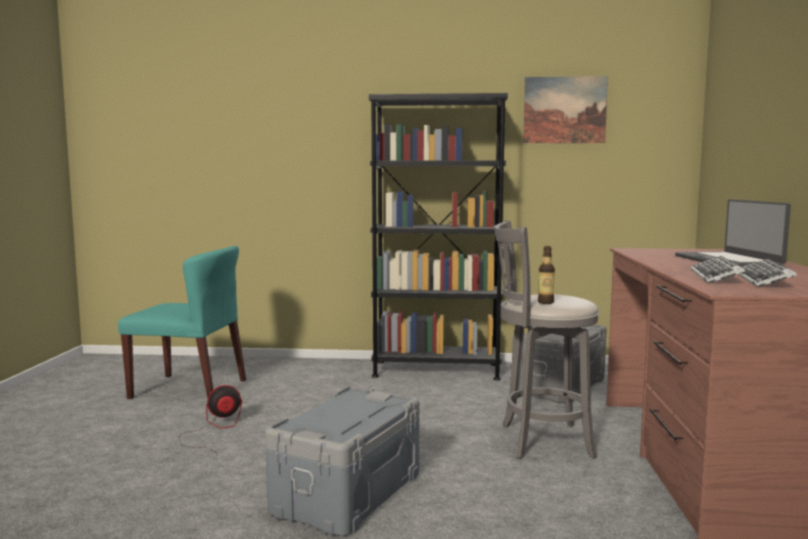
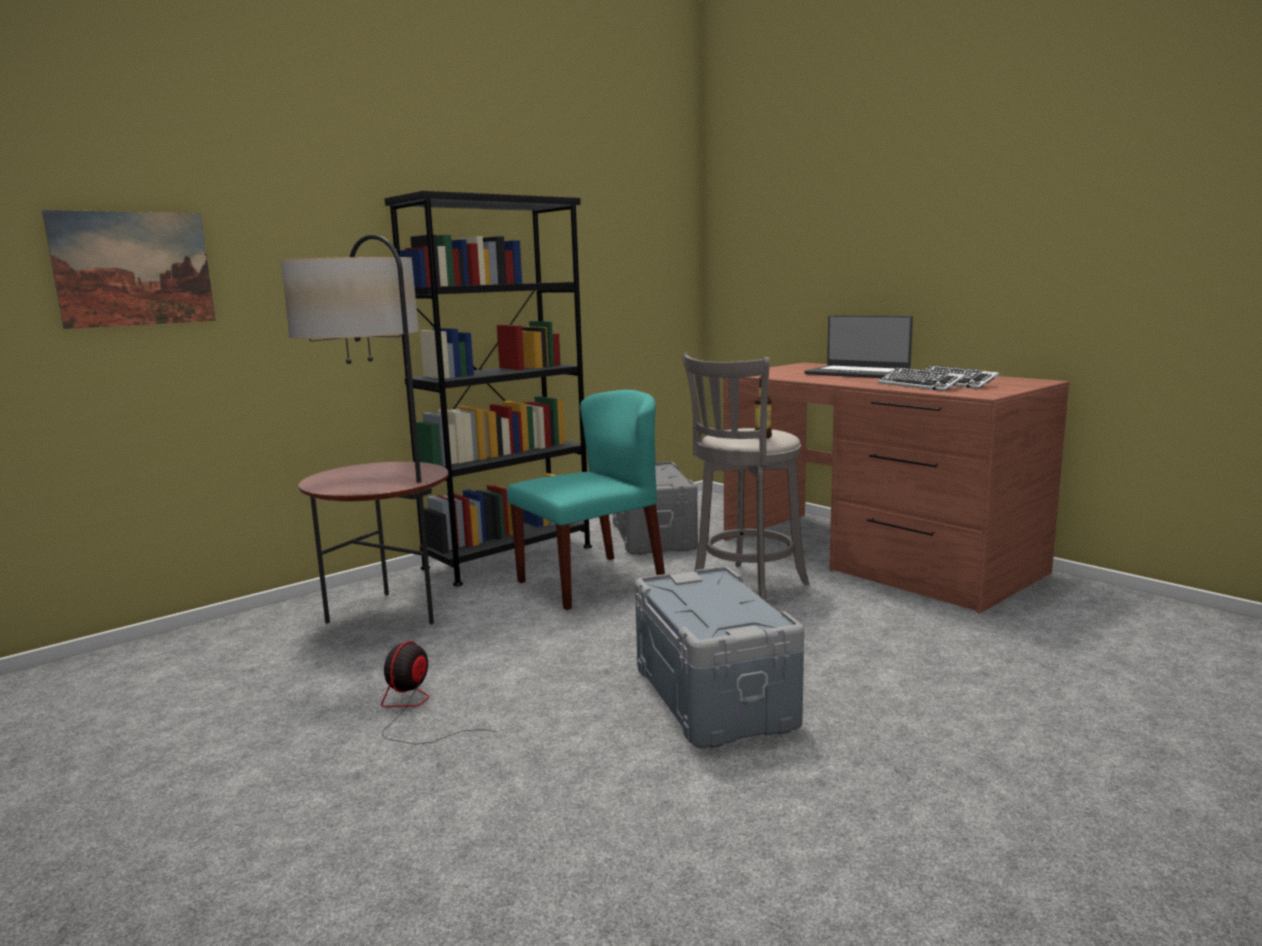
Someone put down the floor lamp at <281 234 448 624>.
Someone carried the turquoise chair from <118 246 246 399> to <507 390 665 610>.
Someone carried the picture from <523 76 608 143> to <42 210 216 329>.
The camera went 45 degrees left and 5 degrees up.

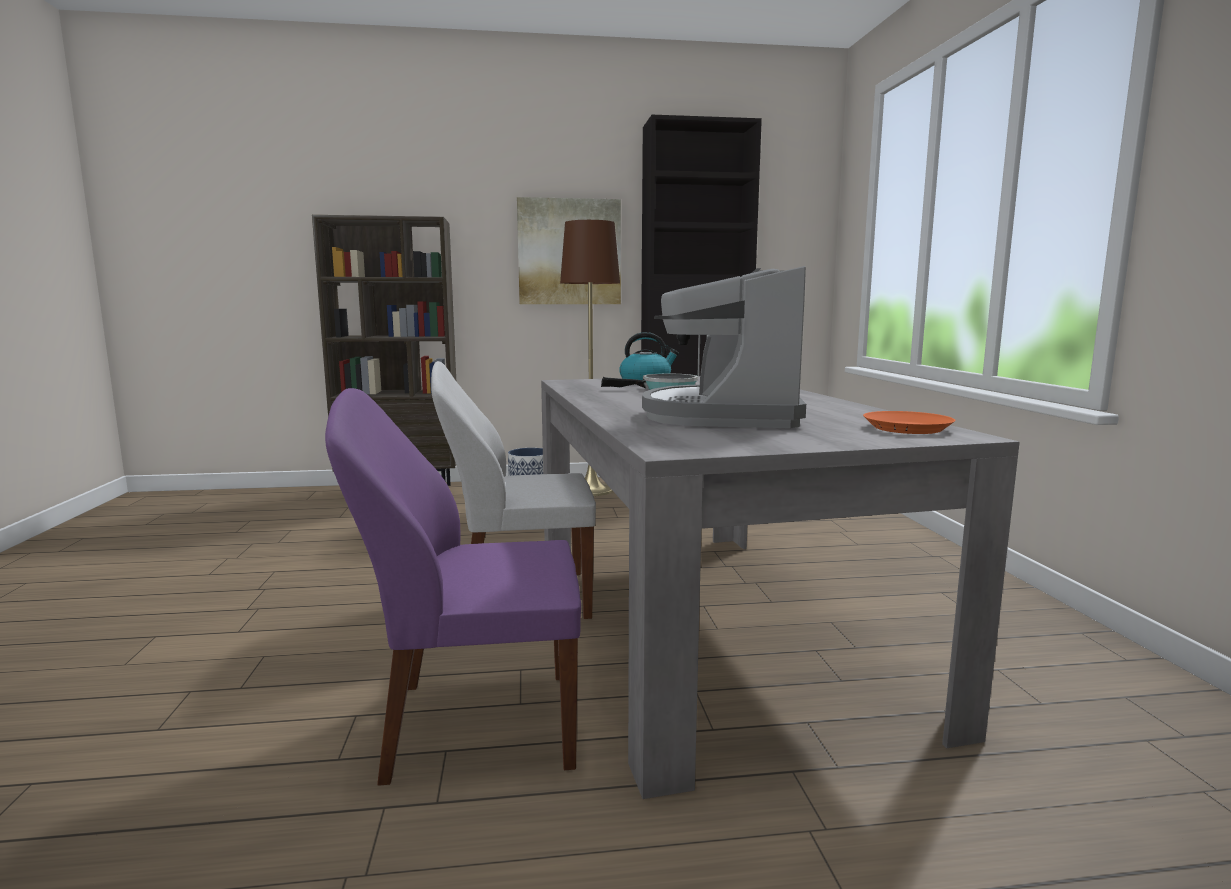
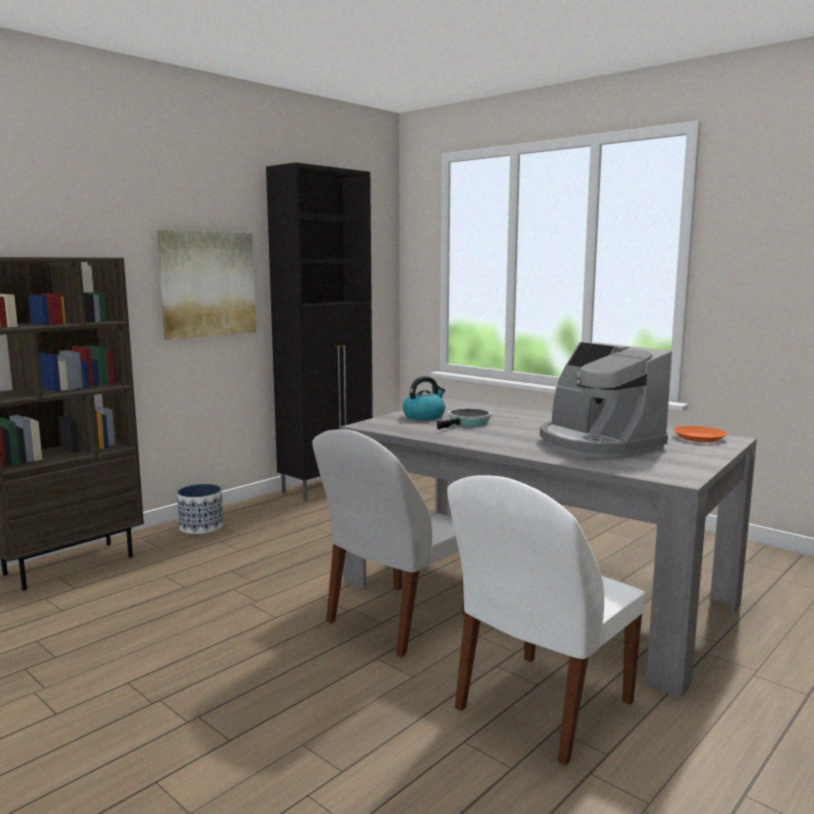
Someone took away the brown floor lamp at <560 220 620 496>.
Someone repainted the purple chair at <325 388 581 786>, which became the white chair at <447 475 645 766>.
The camera went 40 degrees left and 0 degrees up.

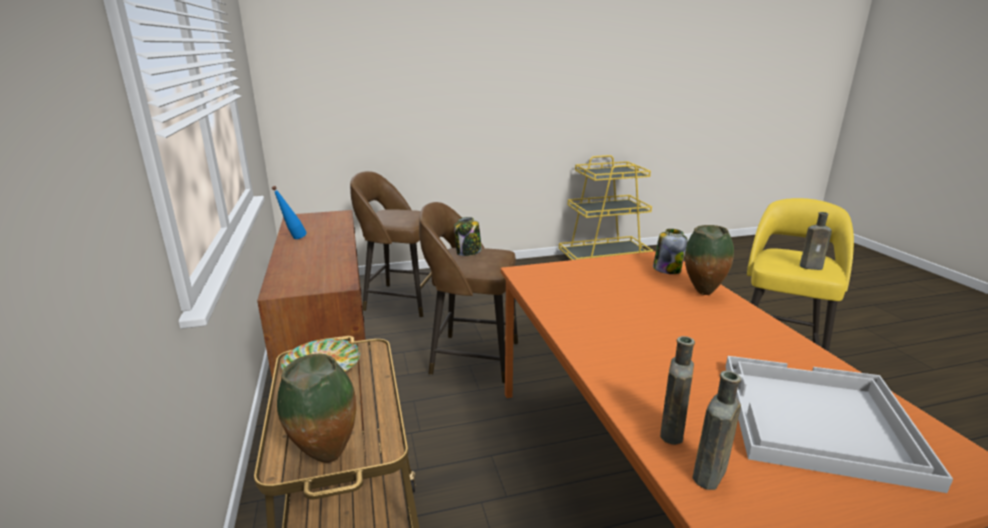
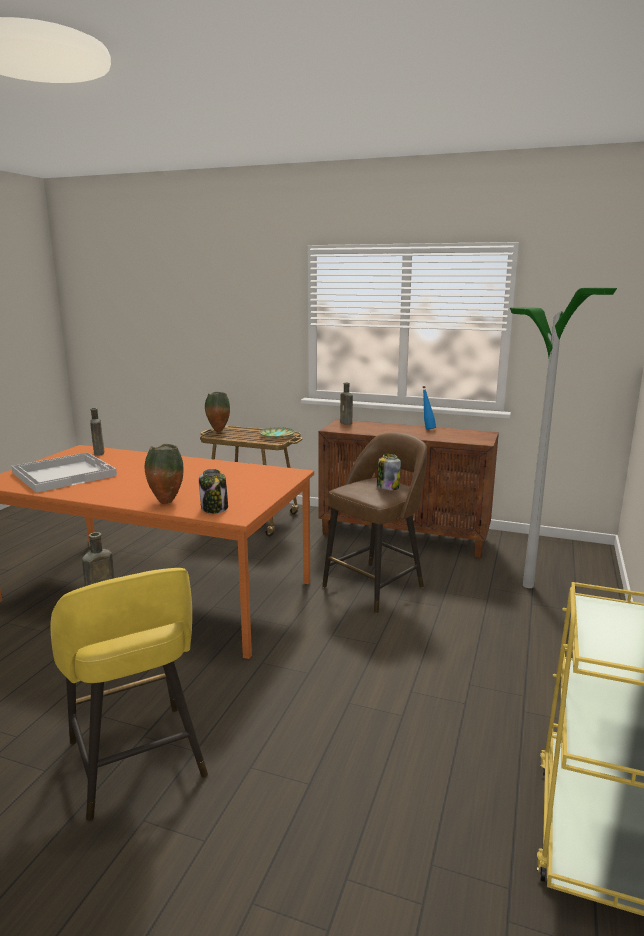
Someone carried the brown bottle from <660 336 695 445> to <340 383 353 425>.
Someone swapped the brown stool at <350 171 431 318> for the floor lamp at <510 287 617 588>.
The camera went 125 degrees right and 5 degrees down.

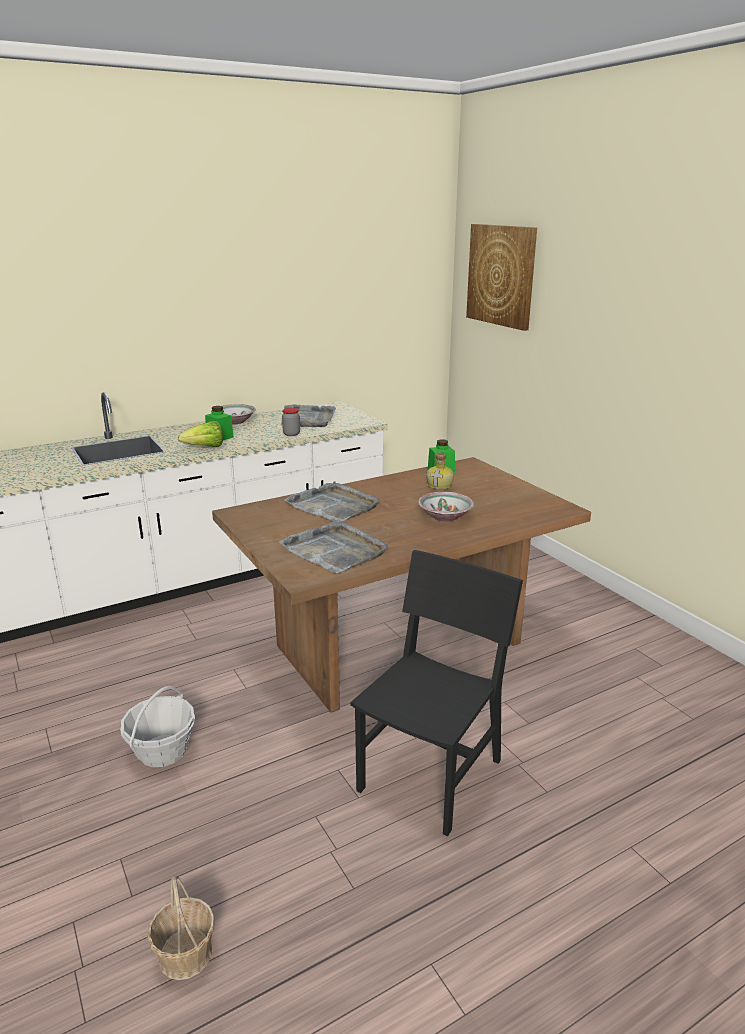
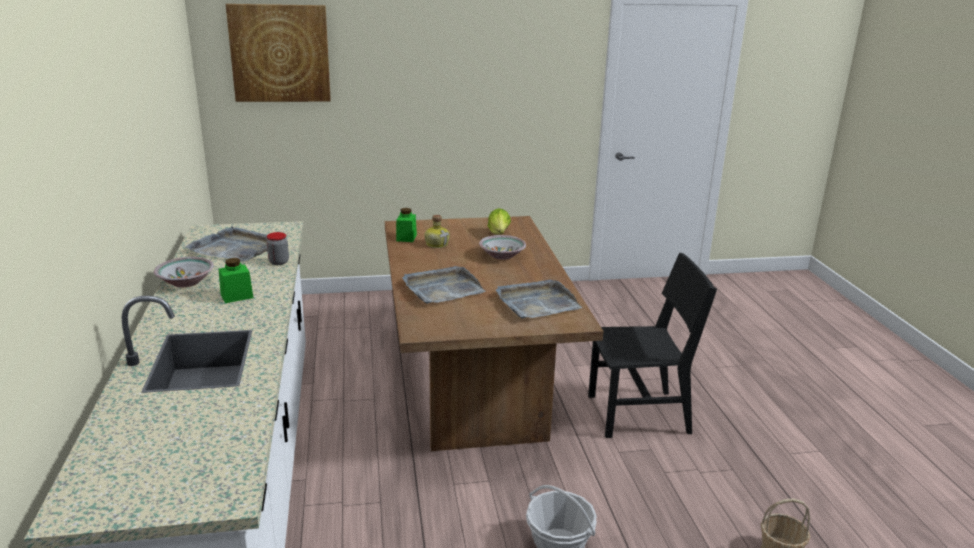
Someone carried the lettuce from <178 421 223 447> to <488 208 511 235>.
Someone rotated the black chair at <350 550 523 837> by 120 degrees clockwise.
The camera went 70 degrees left and 0 degrees up.

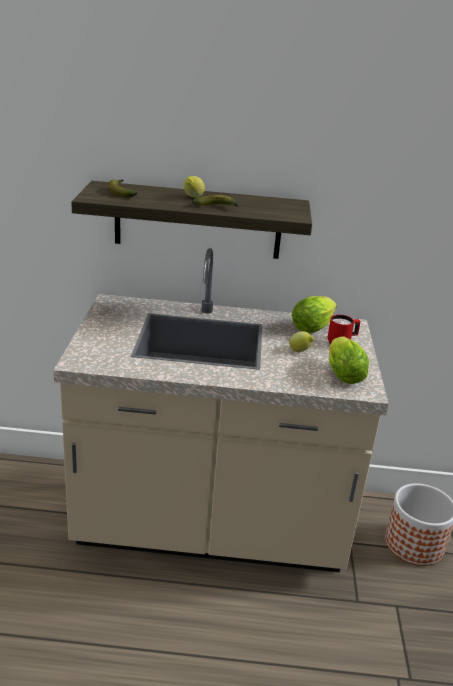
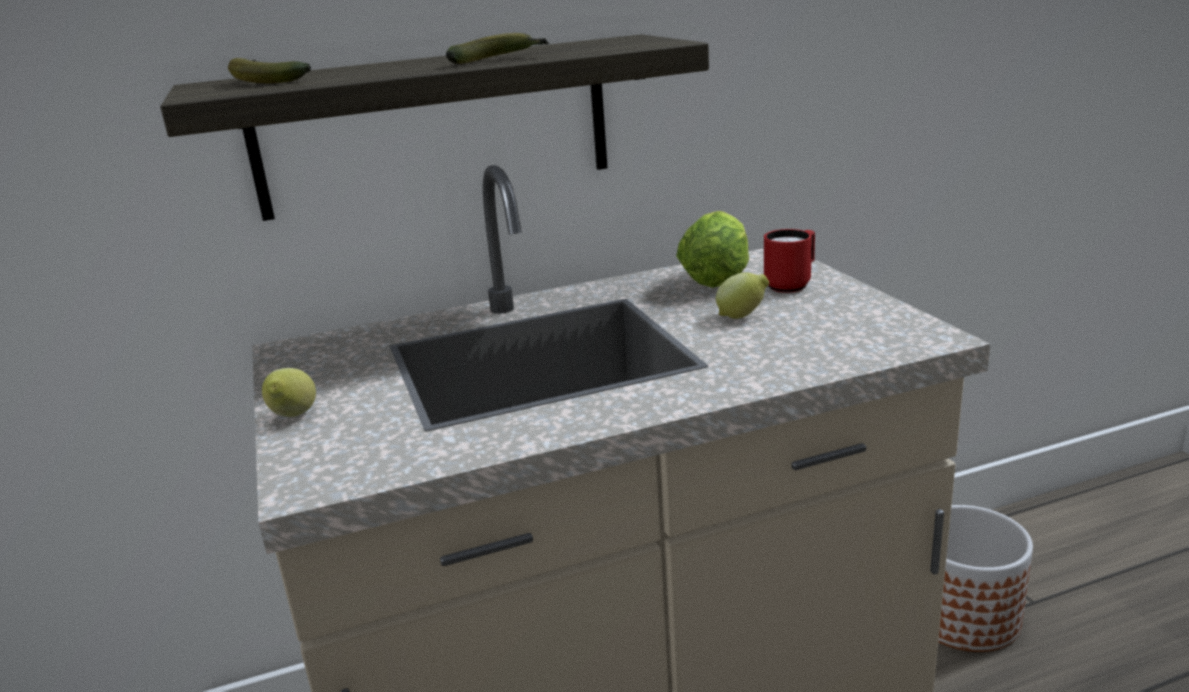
Someone took away the lettuce at <329 337 369 384>.
Someone carried the lemon from <184 176 205 198> to <262 368 316 417>.
The camera went 20 degrees left and 5 degrees down.

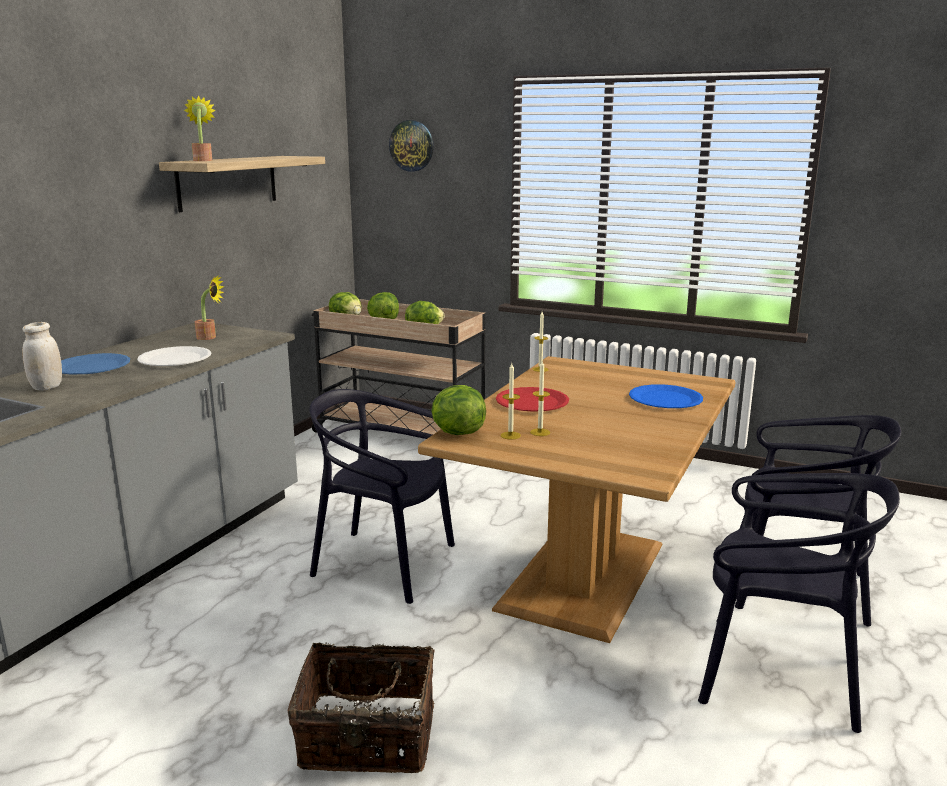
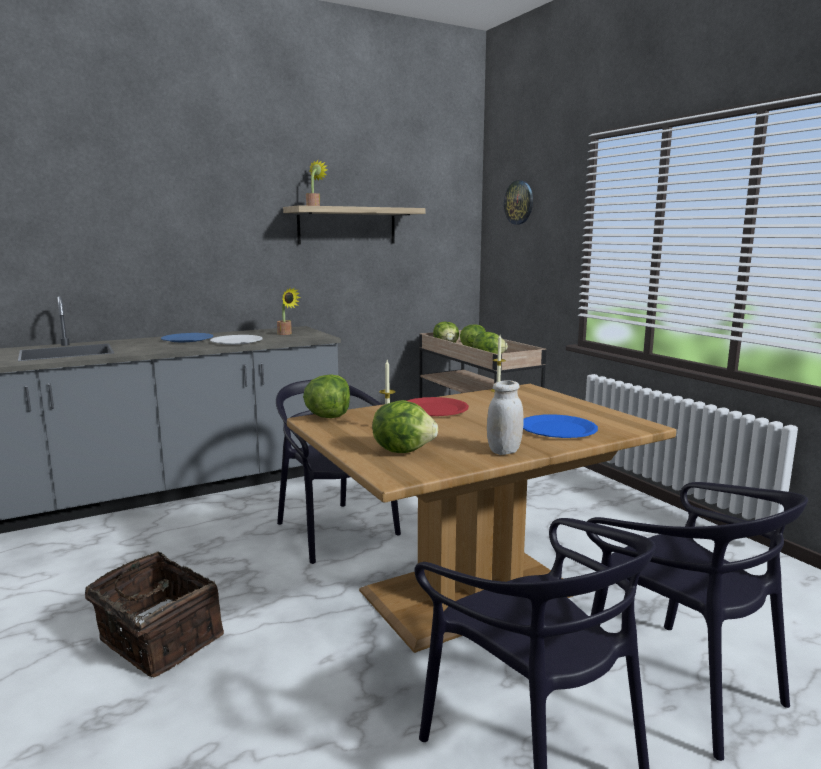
Someone took away the candle at <501 363 521 440>.
Someone put down the lettuce at <372 400 438 453>.
Someone carried the white jar from <22 322 62 391> to <487 380 524 455>.
The camera went 35 degrees right and 5 degrees down.

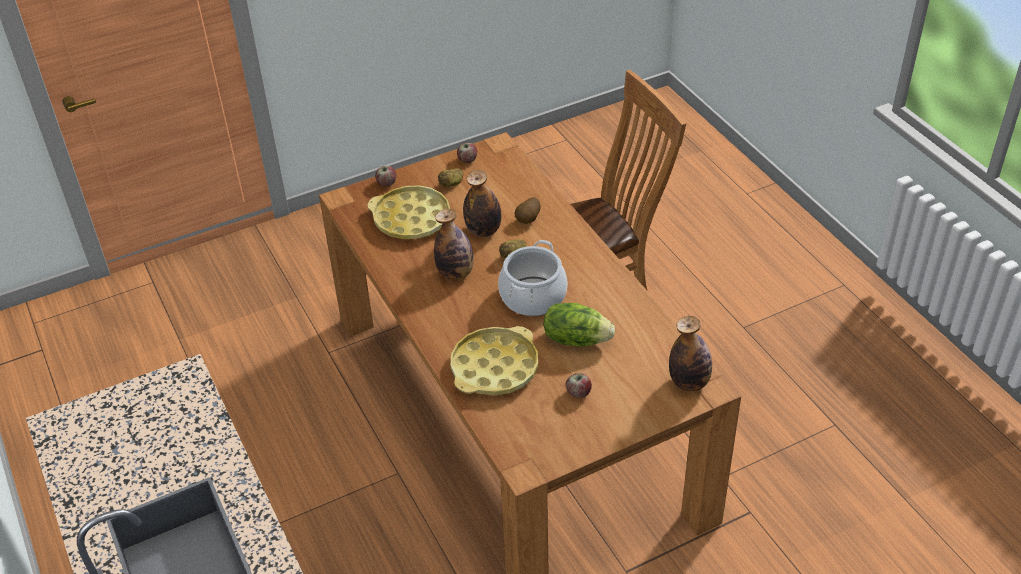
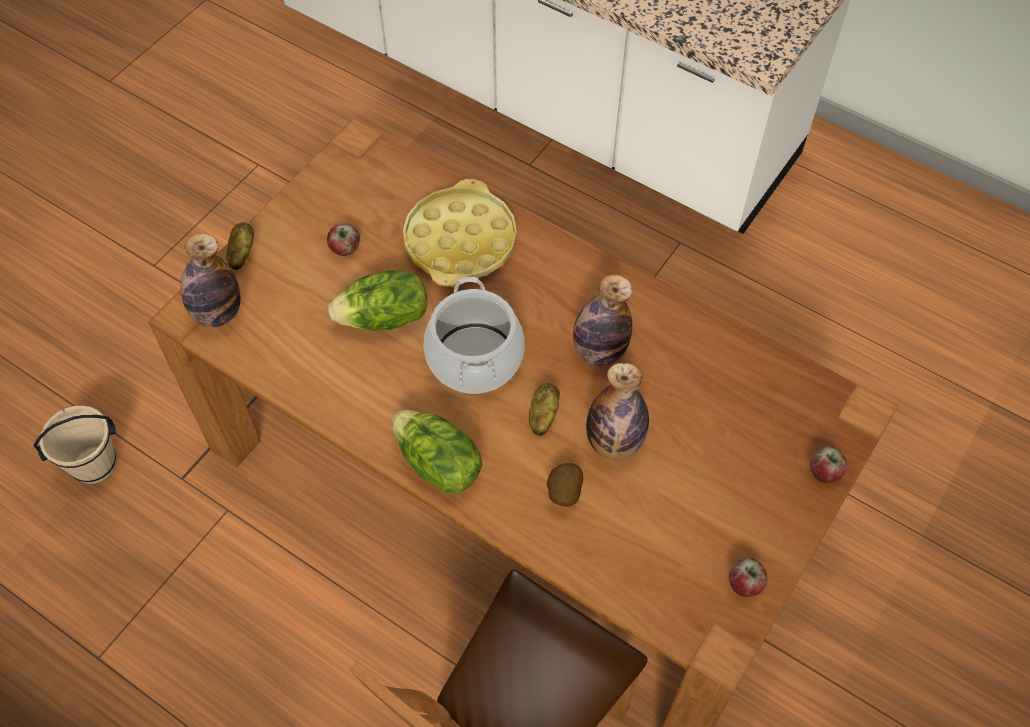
Someone took away the yellow tray at <367 185 450 239>.
Someone put down the beige bucket at <33 406 116 484>.
Someone put down the lettuce at <392 410 482 494>.
Someone carried the potato from <438 169 463 187> to <226 222 254 270>.
The camera went 150 degrees right and 15 degrees up.

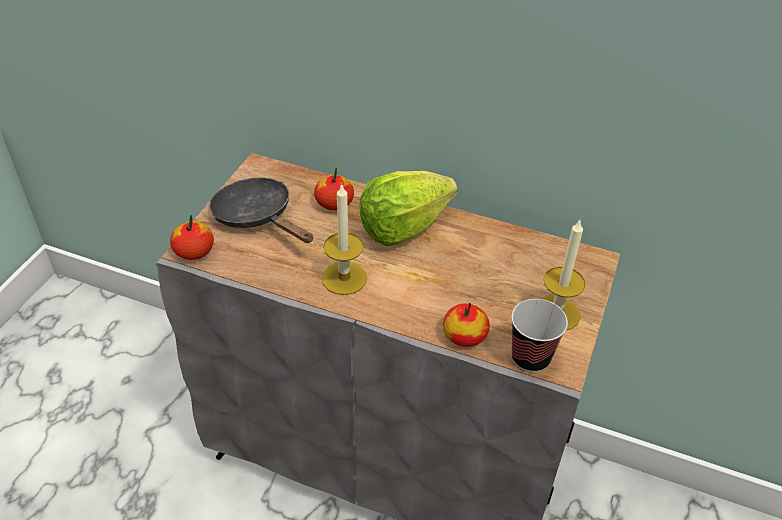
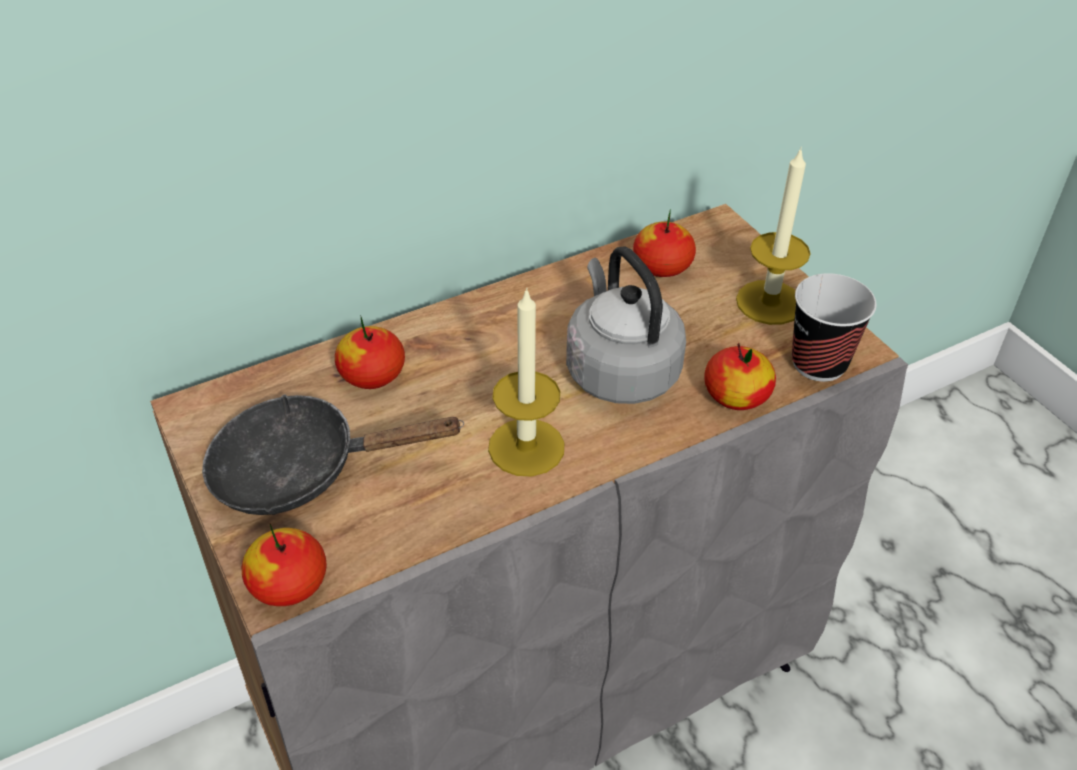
Someone took away the lettuce at <360 171 457 246>.
Someone put down the grey kettle at <566 246 686 404>.
Someone put down the apple at <633 209 696 277>.
The camera went 50 degrees left and 0 degrees up.

